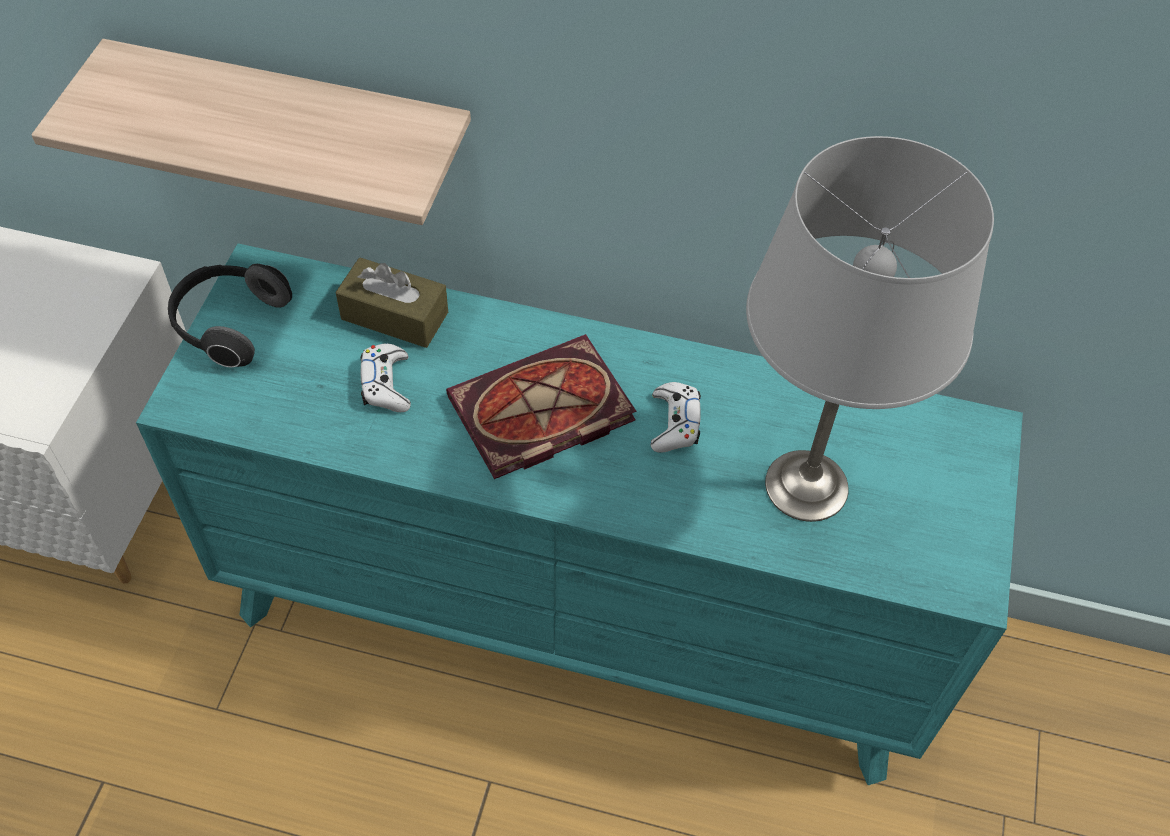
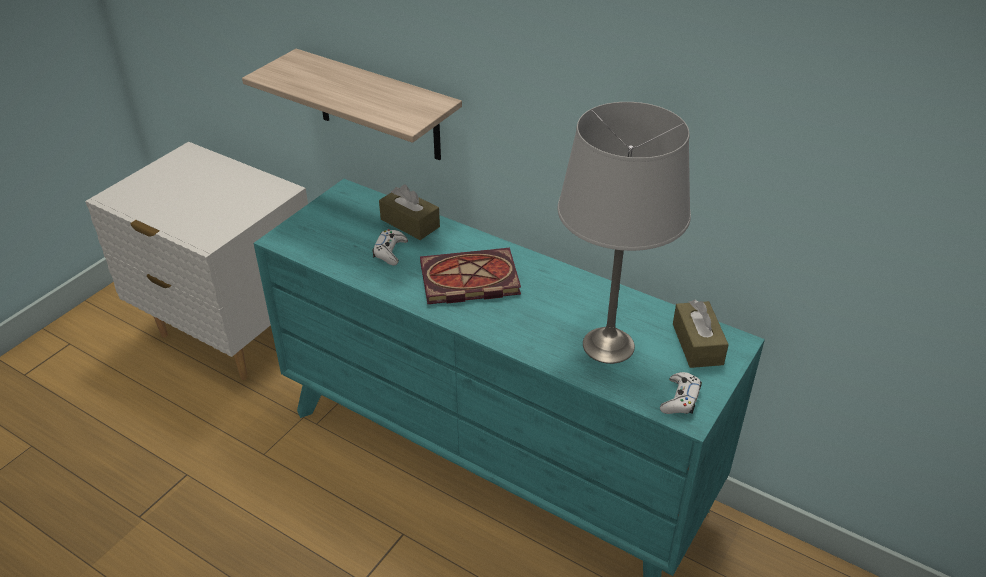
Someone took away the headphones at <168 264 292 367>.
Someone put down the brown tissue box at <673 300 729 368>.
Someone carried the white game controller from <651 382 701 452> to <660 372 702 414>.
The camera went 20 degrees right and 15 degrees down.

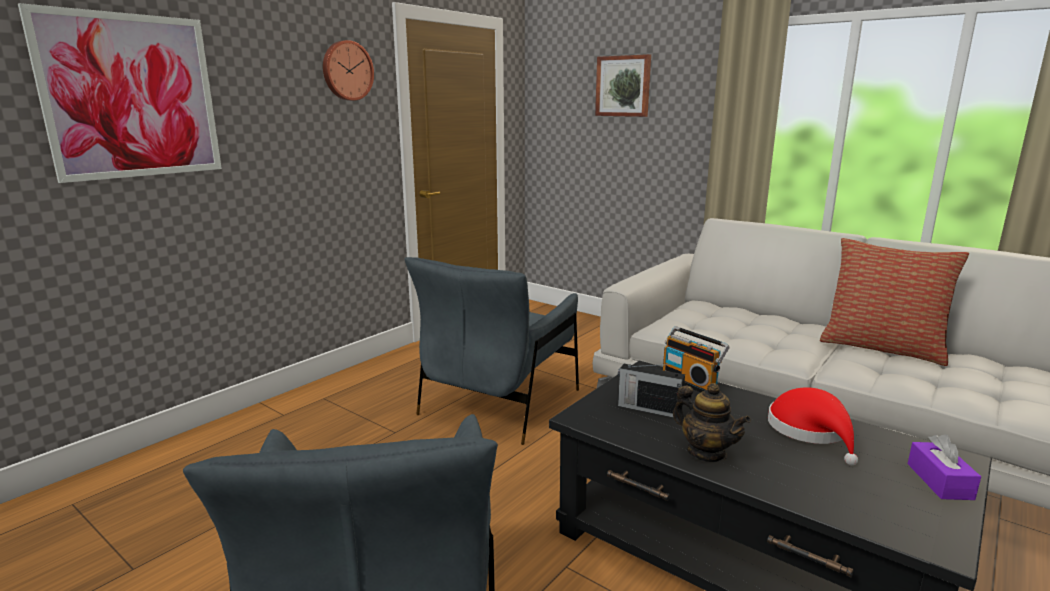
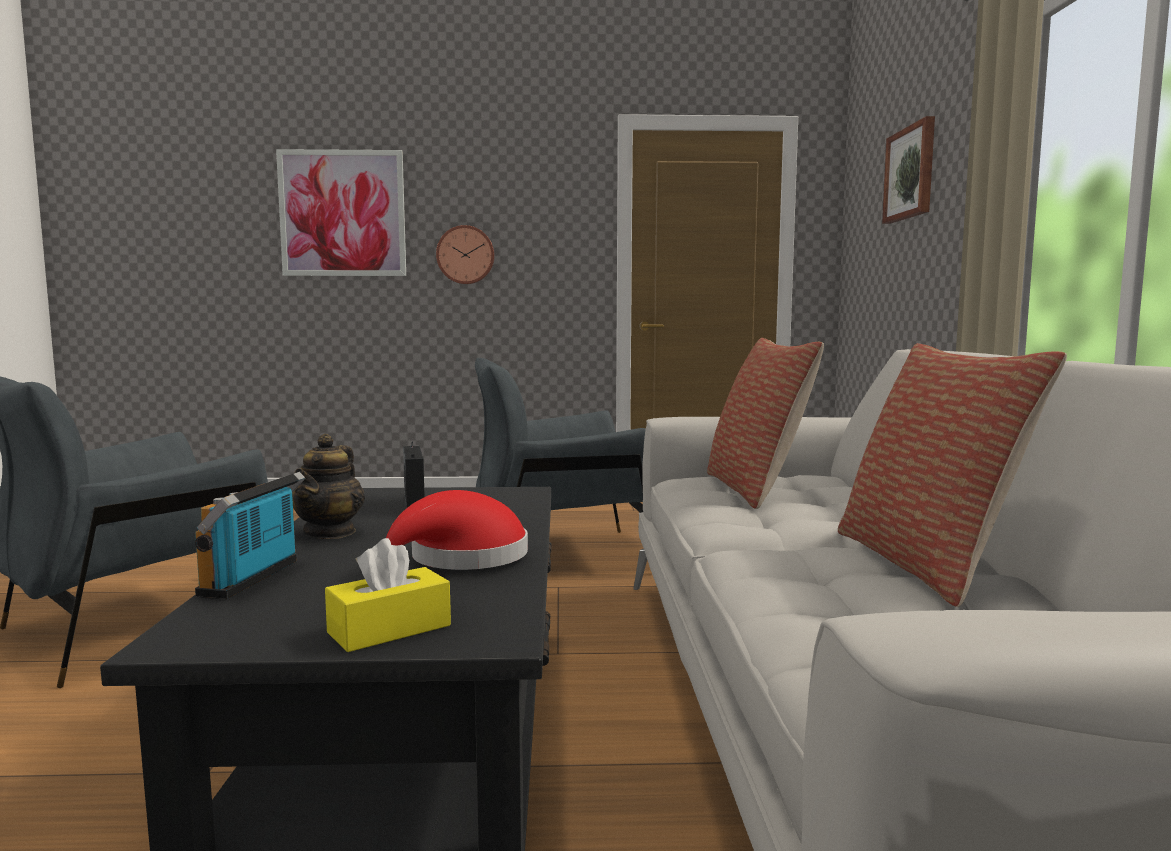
Someone put down the pillow at <707 338 824 509>.
Someone carried the wall clock from <323 40 374 101> to <436 225 495 284>.
Someone carried the radio from <663 326 730 392> to <195 472 305 599>.
Someone repainted the purple tissue box at <908 434 981 500>, which became the yellow tissue box at <325 538 451 652>.
The camera went 50 degrees right and 10 degrees down.

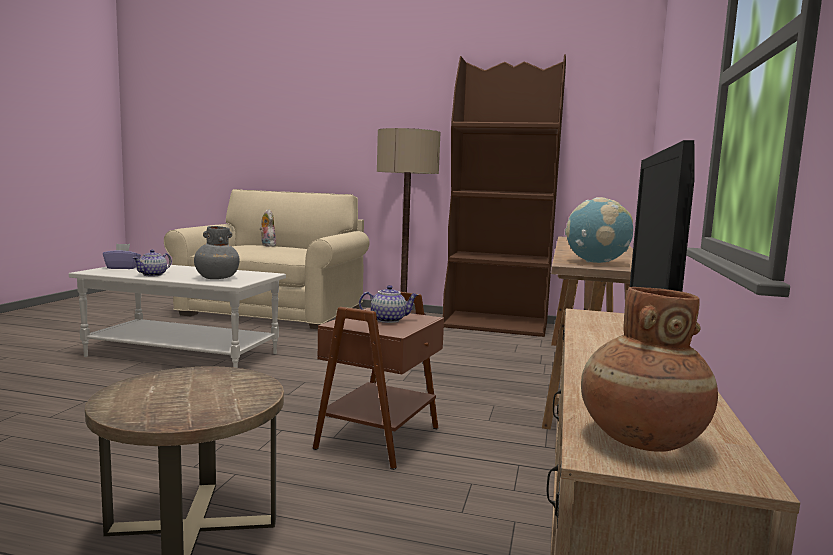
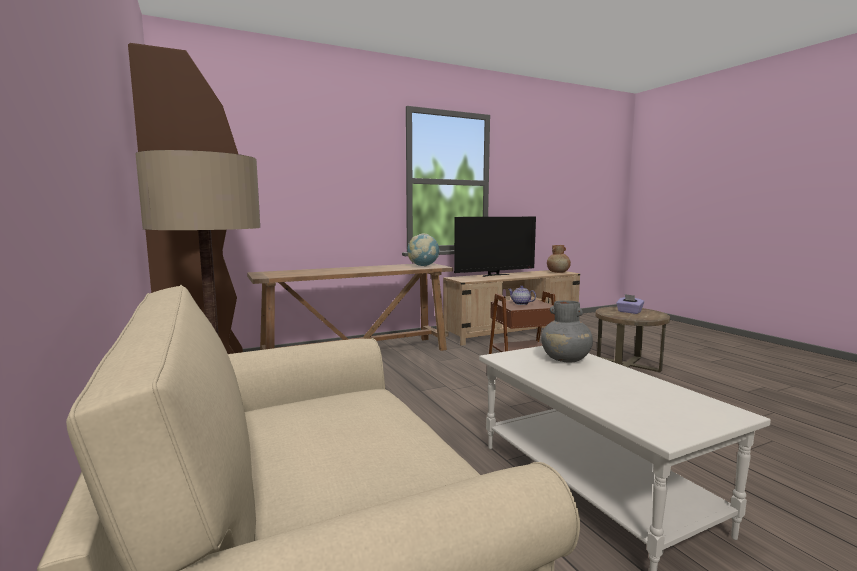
Someone took away the teapot at <133 250 172 276>.
Someone took away the plush toy at <259 209 276 247>.
Someone carried the purple tissue box from <103 244 141 269> to <616 294 644 314>.
The camera went 130 degrees left and 0 degrees up.

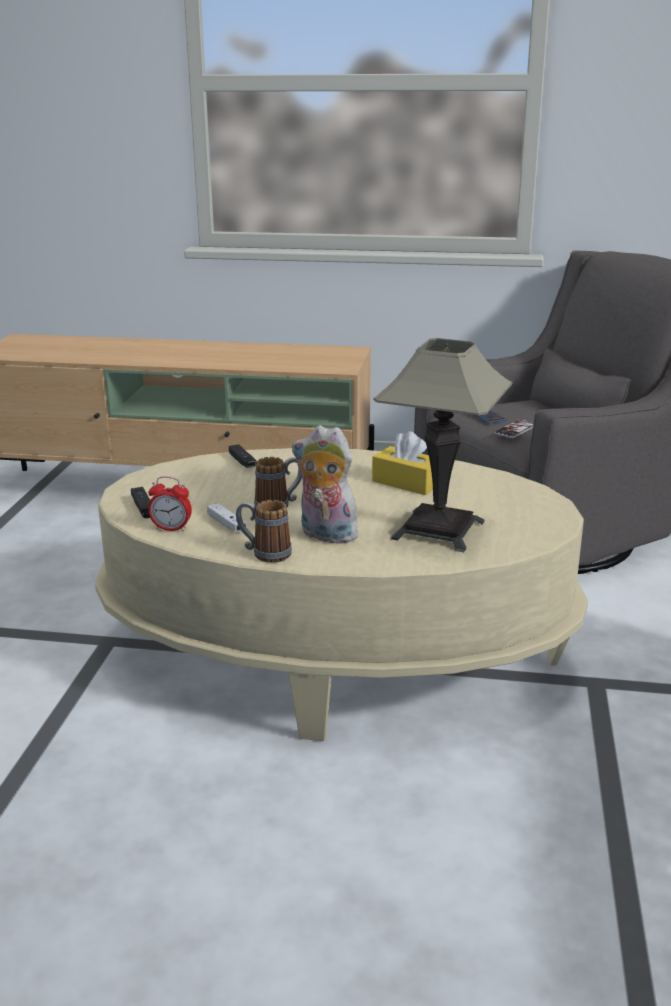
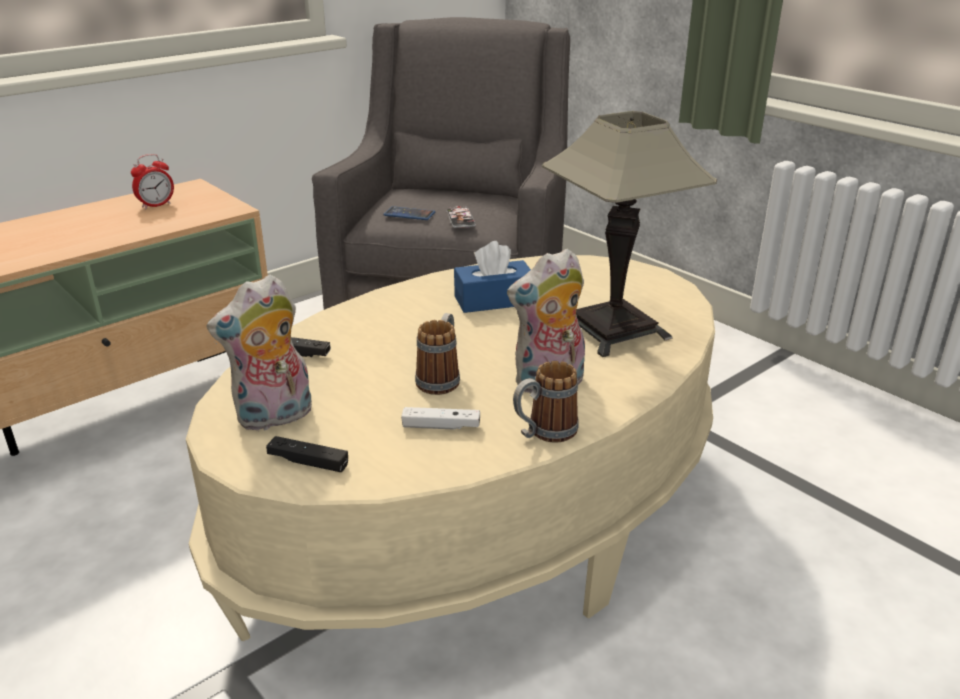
Someone put down the plush toy at <206 274 312 432>.
Someone carried the alarm clock from <148 476 192 532> to <131 154 174 209>.
Someone repainted the yellow tissue box at <372 431 433 495>, which became the blue tissue box at <454 241 531 313>.
The camera went 50 degrees left and 5 degrees up.

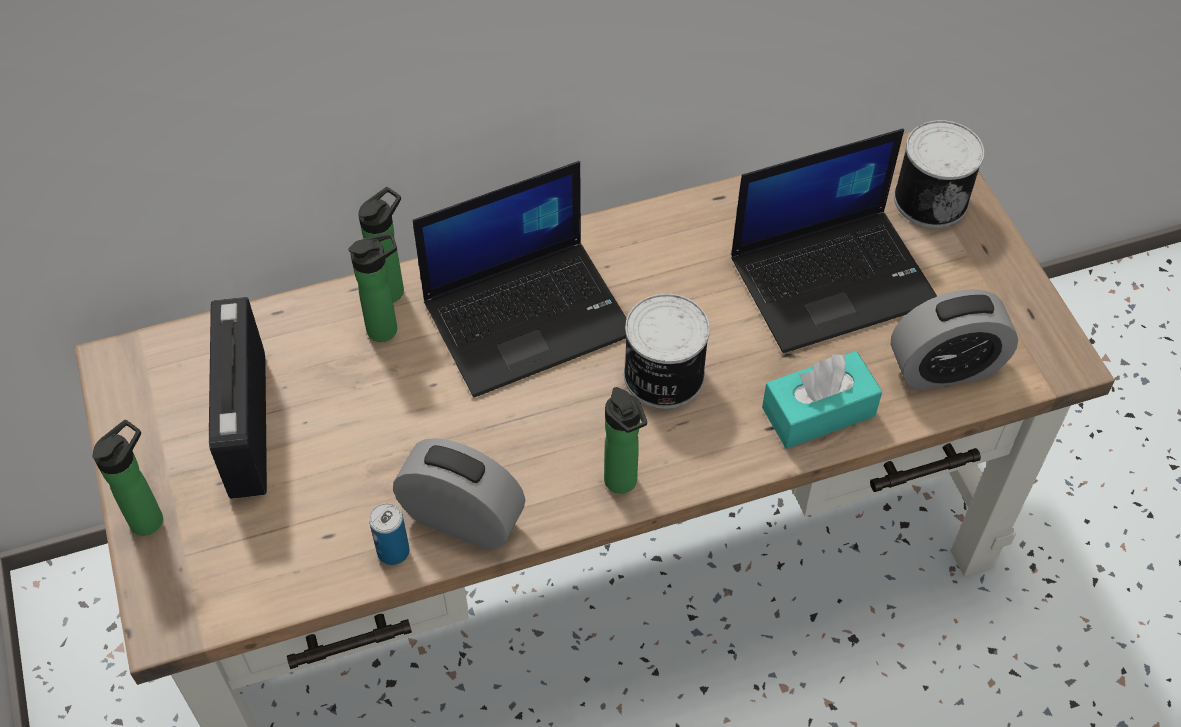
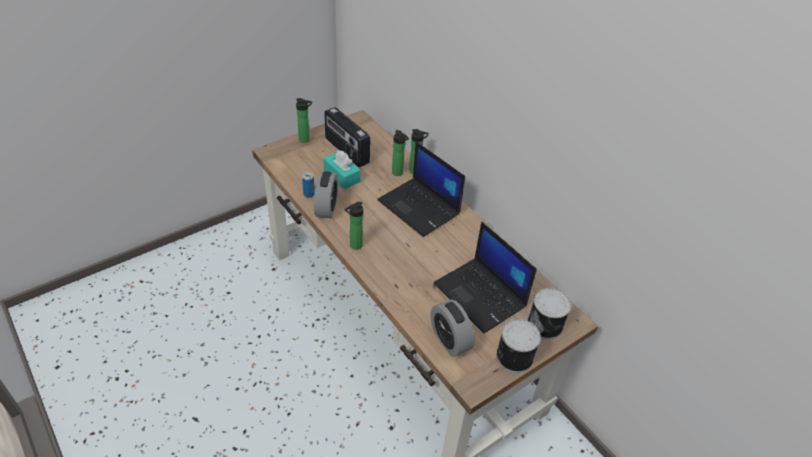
Someone carried the can from <624 294 710 409> to <496 319 541 373>.
Someone carried the turquoise tissue box from <762 351 883 449> to <323 150 360 189>.
Someone rotated the radio at <209 297 267 499> by 105 degrees counterclockwise.
The camera went 70 degrees right and 10 degrees down.

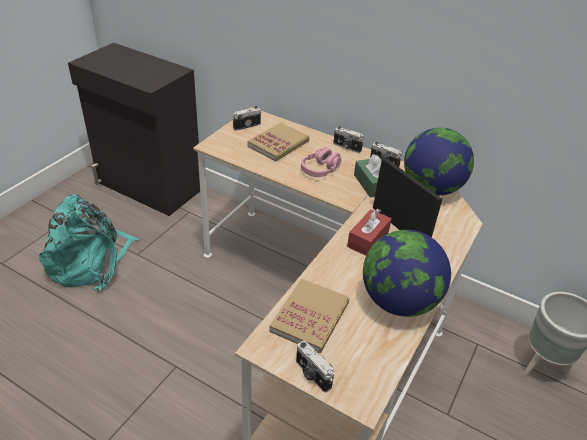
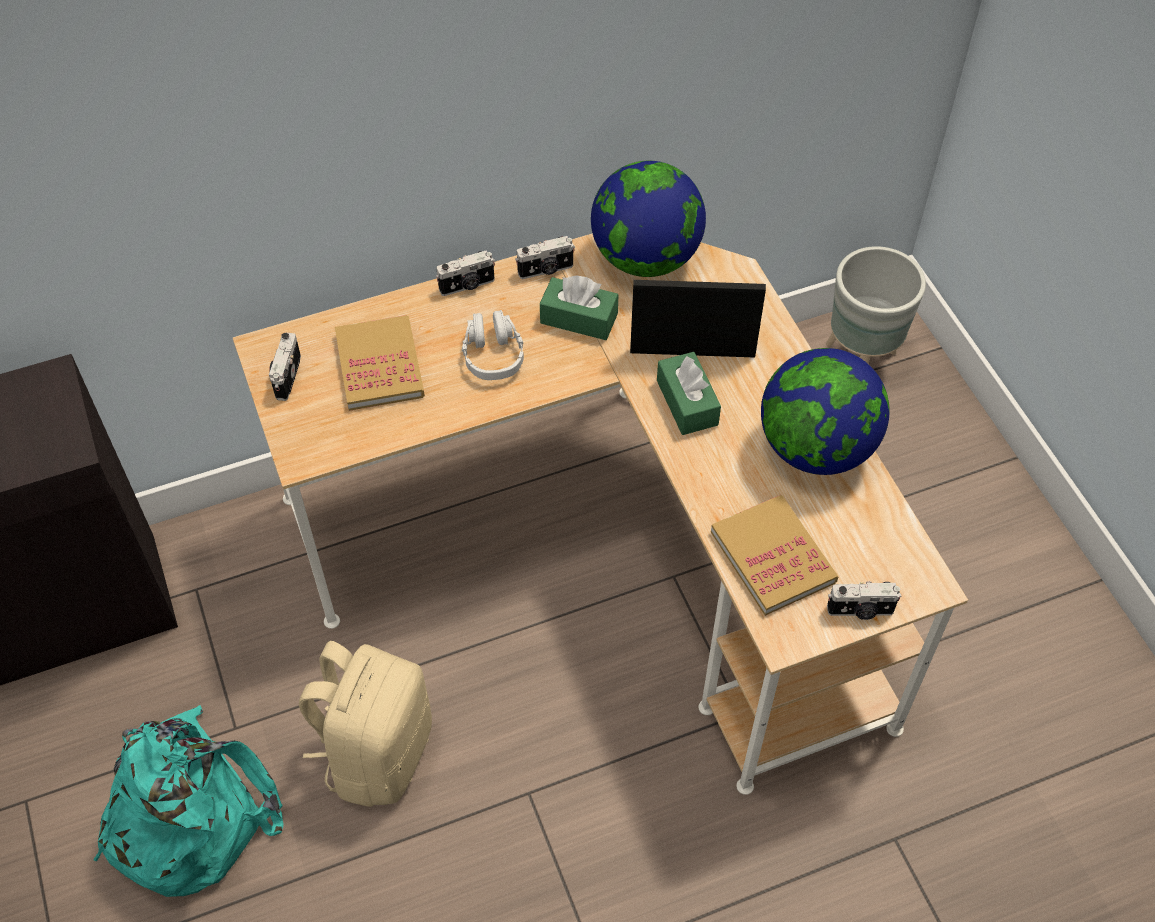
Someone put down the beige backpack at <299 641 432 807>.
Someone repainted the pink headphones at <301 147 341 177>, which became the grey headphones at <462 310 524 380>.
Someone repainted the red tissue box at <347 209 392 256>, which became the green tissue box at <657 352 721 435>.
The camera went 50 degrees left and 15 degrees up.

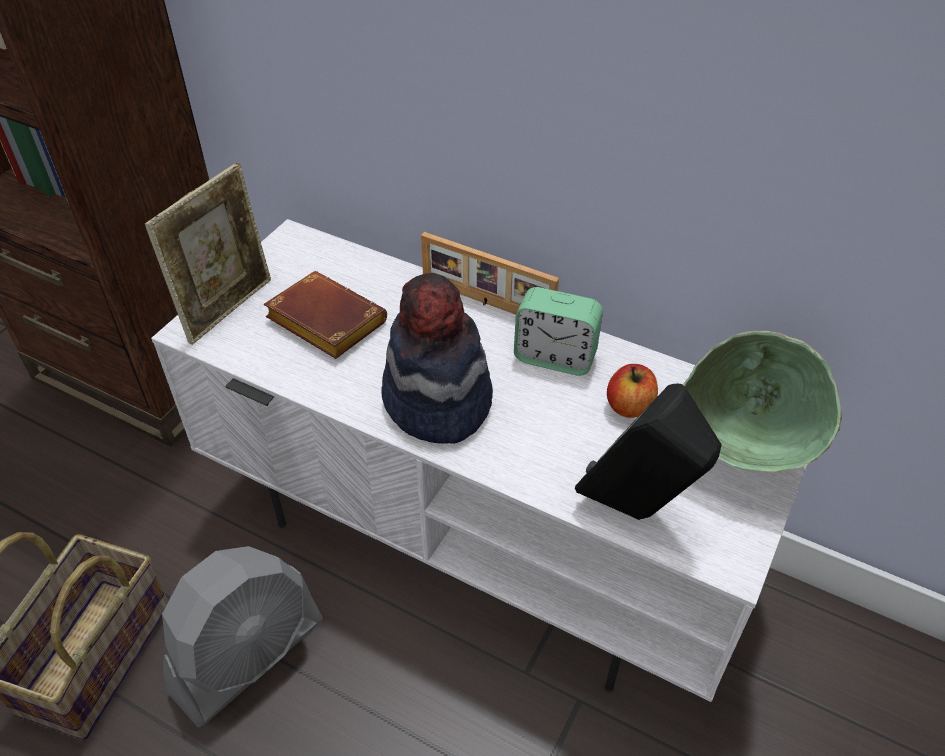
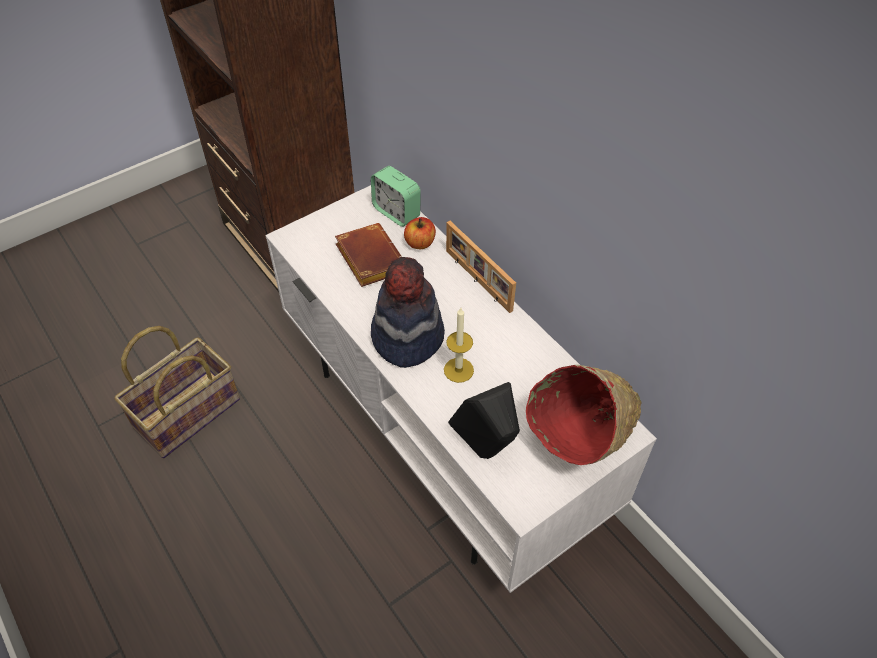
Someone took away the picture frame at <145 163 271 345>.
Someone took away the grey fan at <162 546 323 727>.
Someone put down the candle at <444 308 474 383>.
Someone carried the alarm clock from <514 287 603 376> to <371 166 421 227>.
Someone carried the apple from <607 364 658 418> to <404 217 436 249>.
Someone repainted the green bowl at <683 330 842 472>, which became the red bowl at <526 365 642 465>.
The camera went 25 degrees right and 5 degrees up.

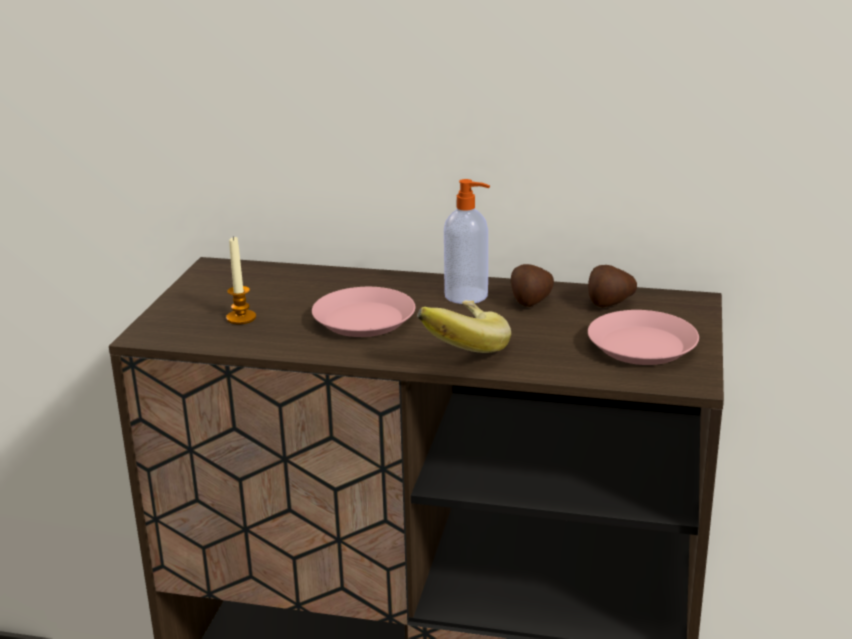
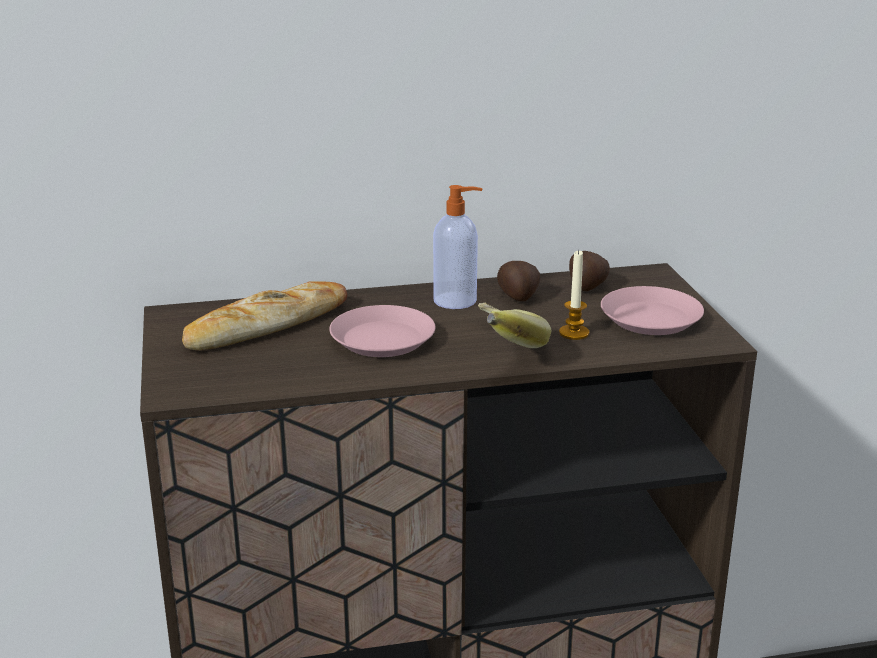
Someone put down the bread at <182 281 347 351>.
Someone carried the candle from <226 237 256 324> to <559 250 589 340>.
The camera went 25 degrees left and 0 degrees up.

